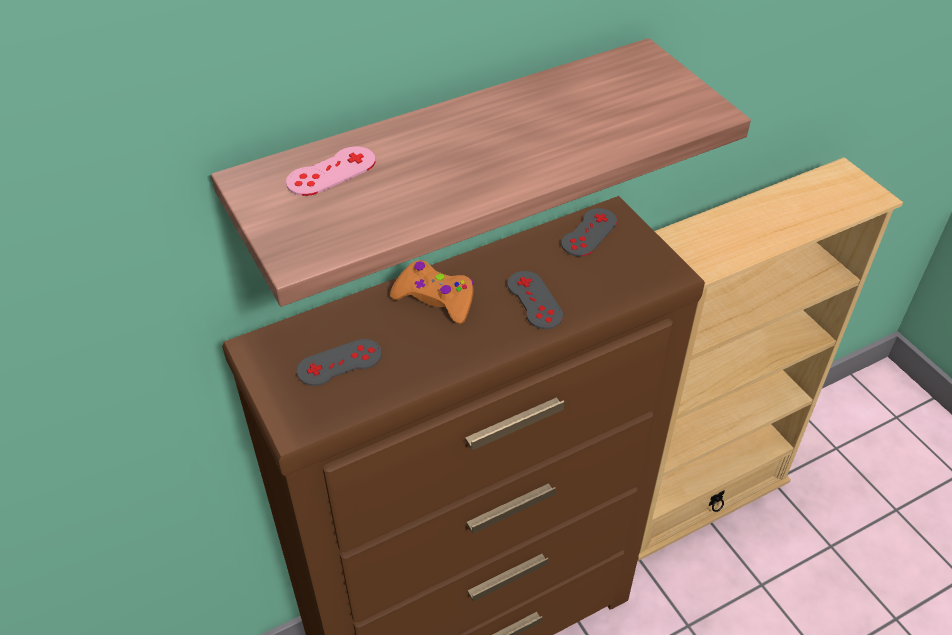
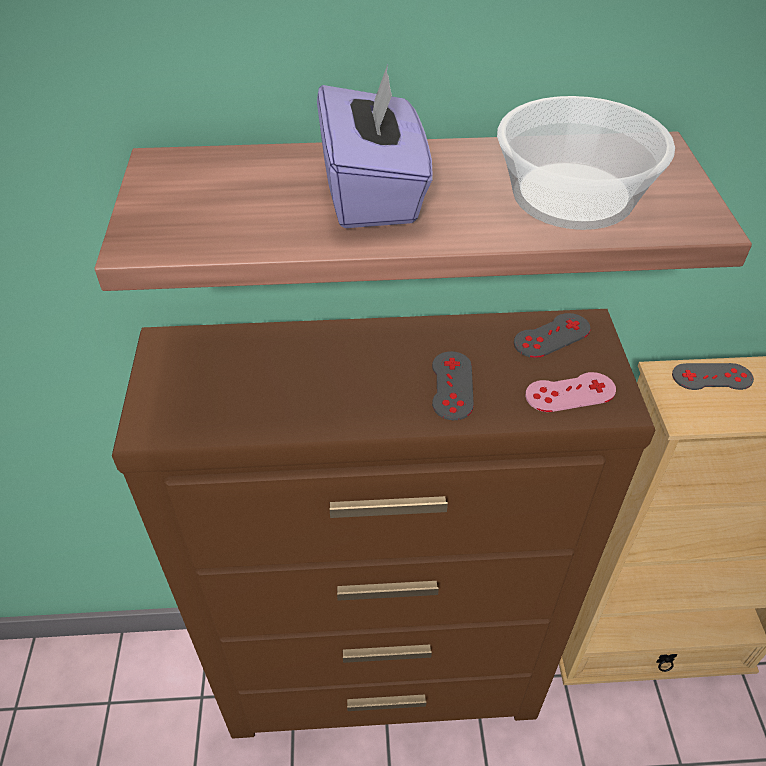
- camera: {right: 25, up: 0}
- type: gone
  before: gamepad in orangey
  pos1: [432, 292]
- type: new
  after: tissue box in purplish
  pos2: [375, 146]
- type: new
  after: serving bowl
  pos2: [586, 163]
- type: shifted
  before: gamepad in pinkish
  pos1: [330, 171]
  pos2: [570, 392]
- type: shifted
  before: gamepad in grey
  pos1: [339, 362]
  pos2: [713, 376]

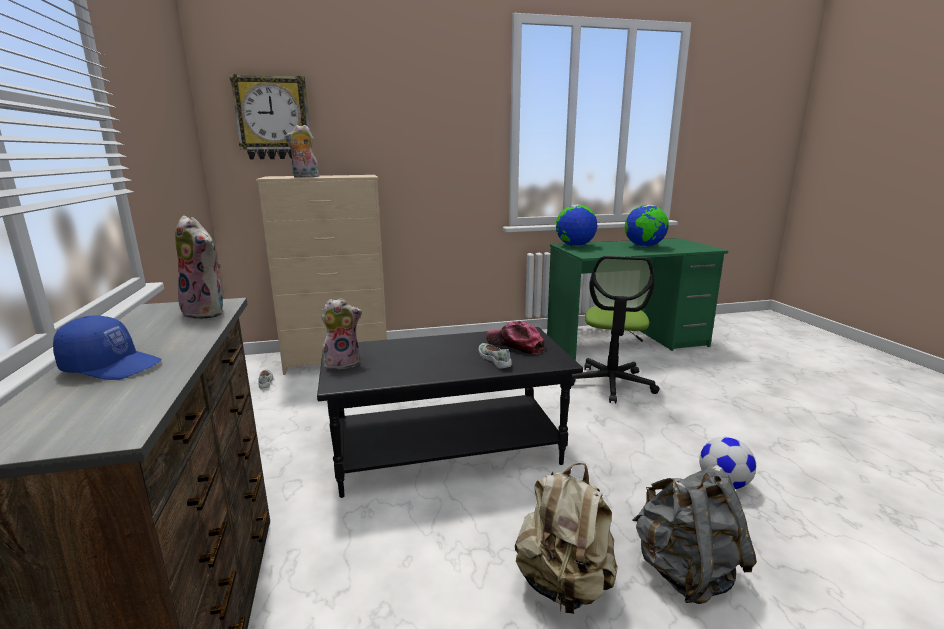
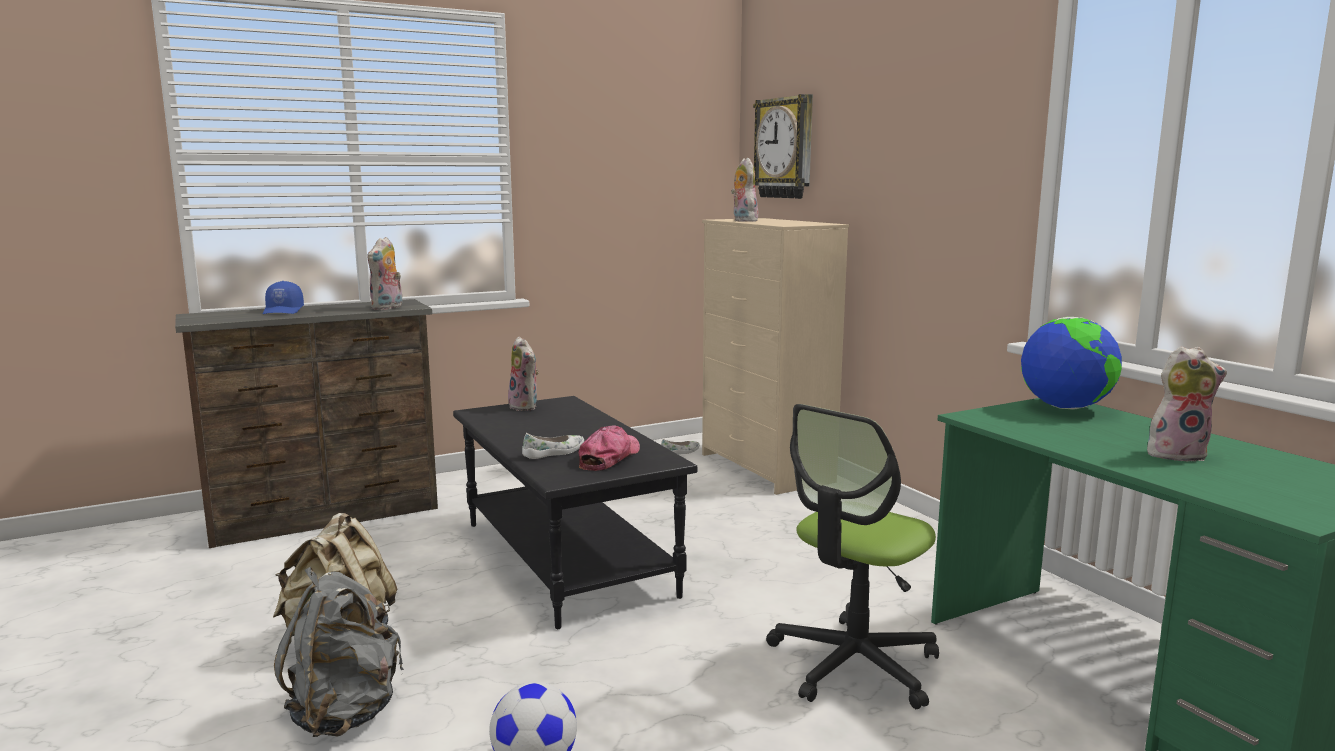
- camera: {right: 75, up: -5}
- type: swapped
  before: globe
  after: plush toy
  pos1: [647, 226]
  pos2: [1187, 404]
- type: rotated
  before: desk chair
  pos1: [615, 329]
  pos2: [852, 556]
  turn: -45

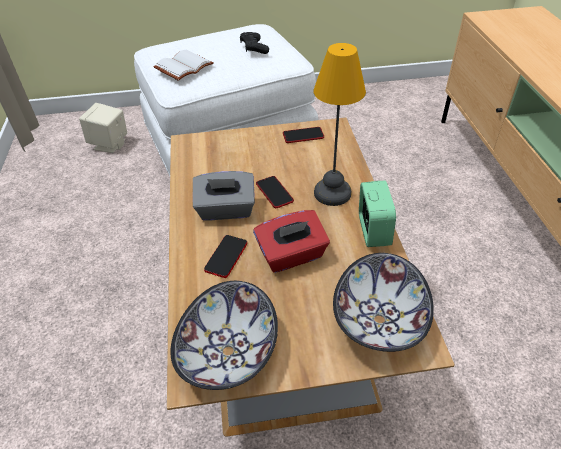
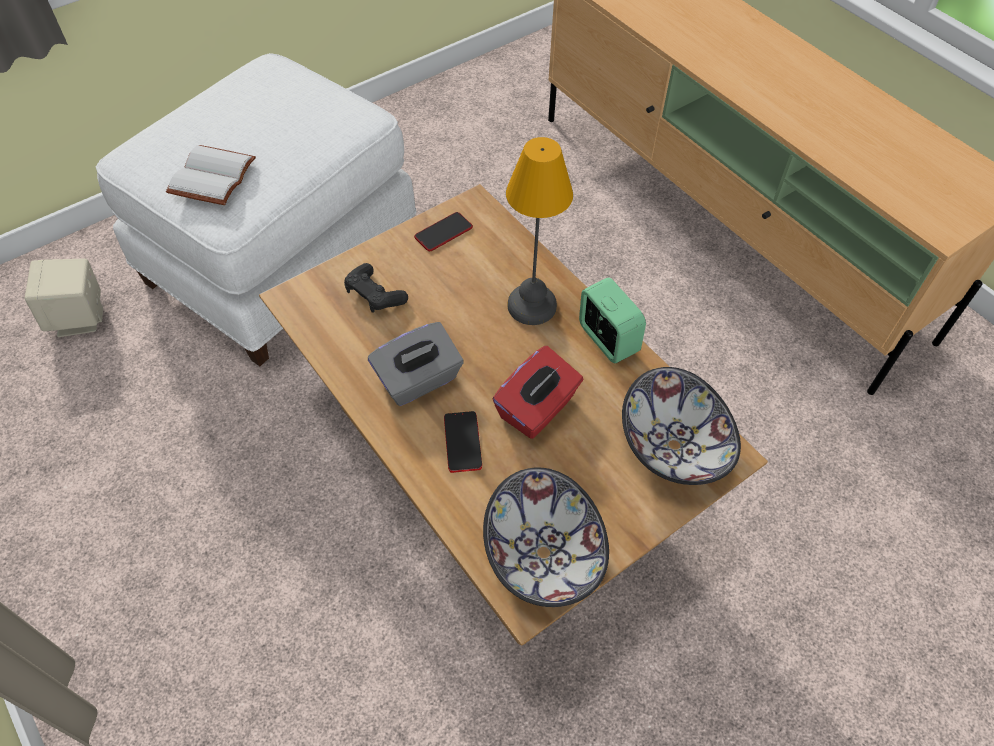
- camera: {right: -30, up: 10}
- type: gone
  before: telephone
  pos1: [275, 192]
- type: shifted
  before: gamepad in black-coloured
  pos1: [254, 43]
  pos2: [376, 288]

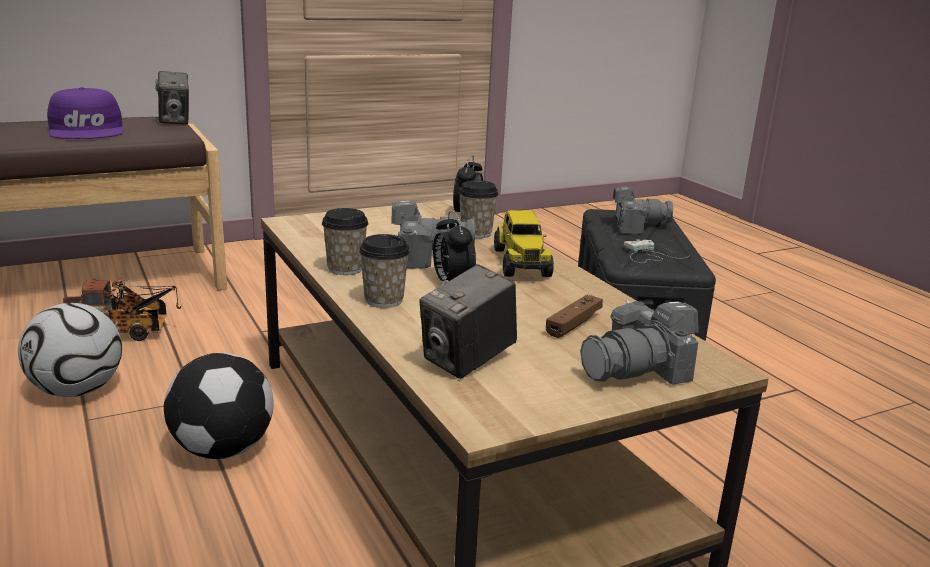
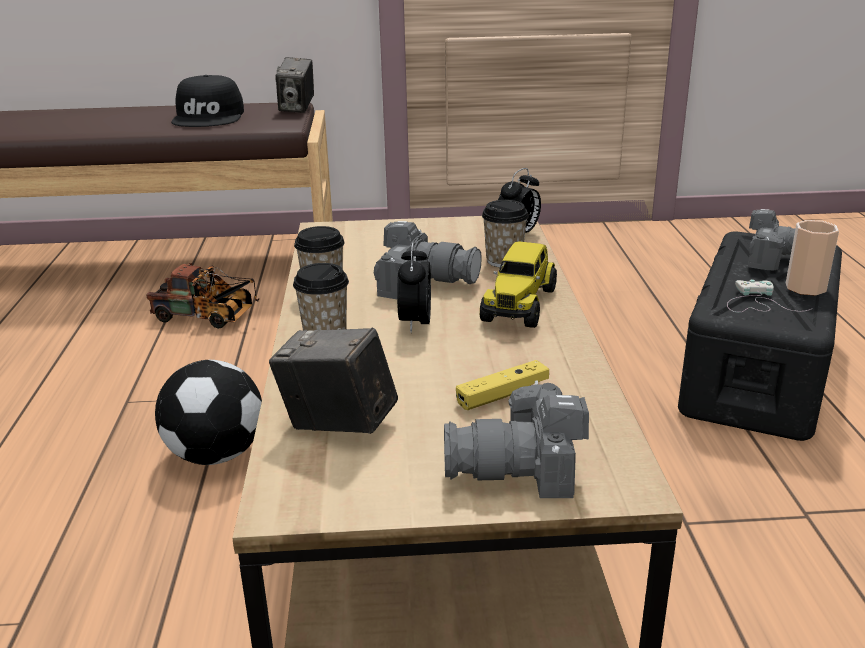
- camera: {right: 25, up: 5}
- type: gone
  before: football ball
  pos1: [70, 350]
- type: new
  after: drinking cup
  pos2: [812, 258]
- type: repainted
  before: cap in purplish
  after: cap in black-coloured
  pos1: [85, 113]
  pos2: [207, 101]
- type: repainted
  before: gamepad in brown-coloured
  after: gamepad in yellowish
  pos1: [574, 316]
  pos2: [502, 385]
- type: rotated
  before: still camera
  pos1: [468, 321]
  pos2: [333, 380]
  turn: 45

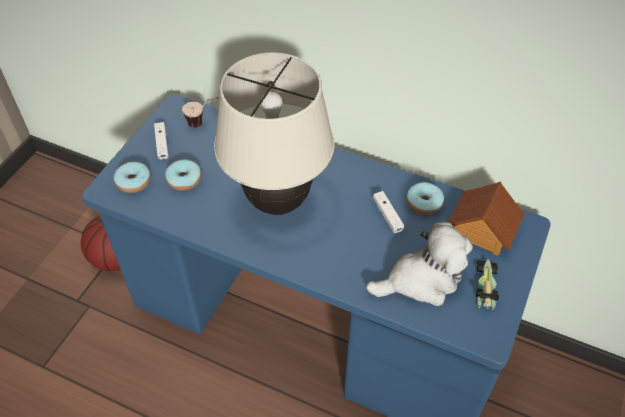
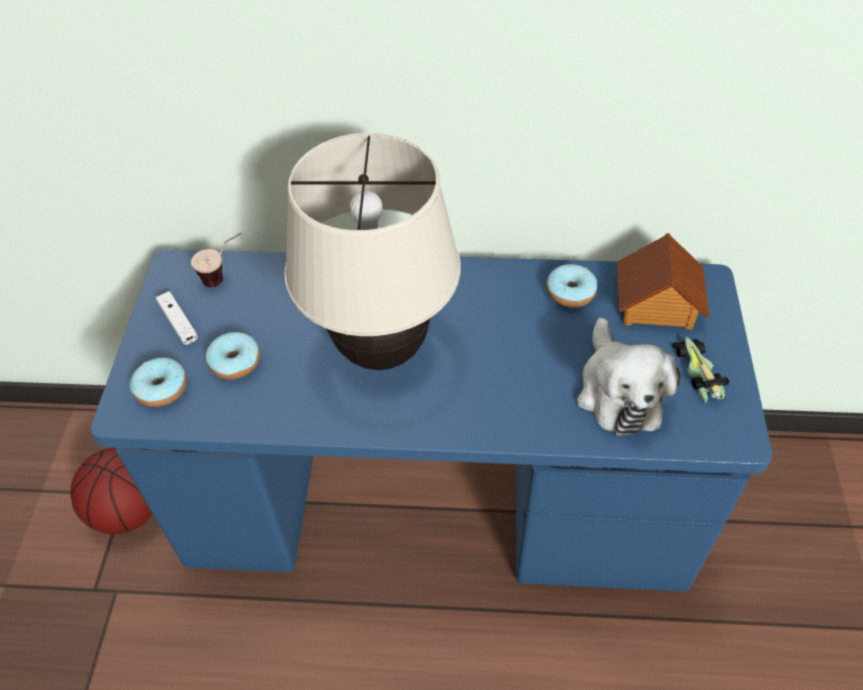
- camera: {right: -20, up: 0}
- type: gone
  before: gamepad in white
  pos1: [388, 212]
- type: rotated
  before: plush toy
  pos1: [419, 264]
  pos2: [628, 377]
  turn: 120

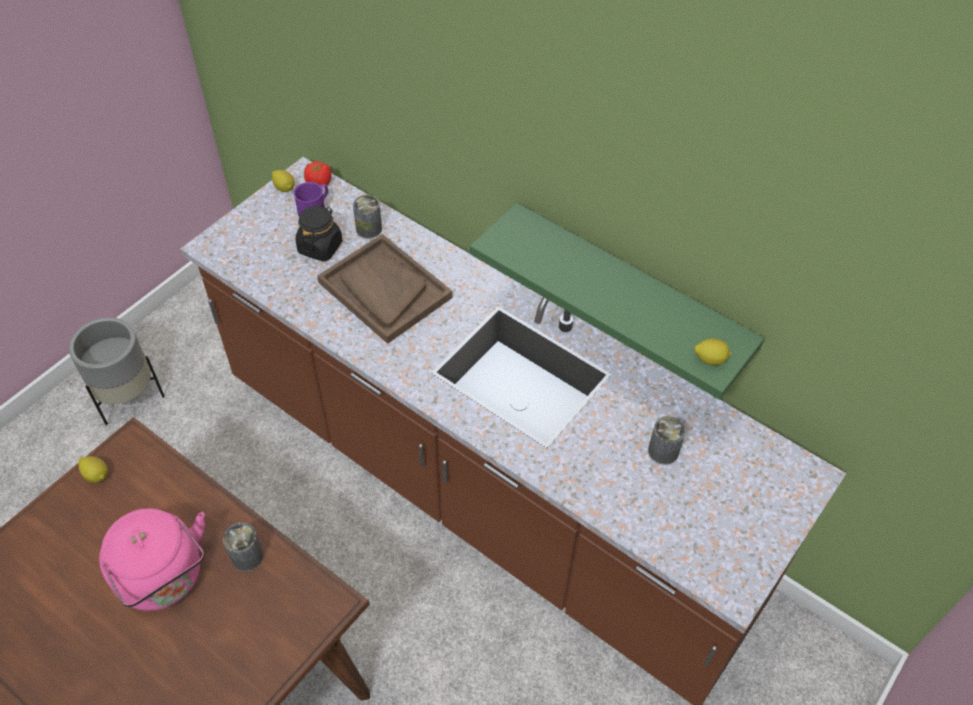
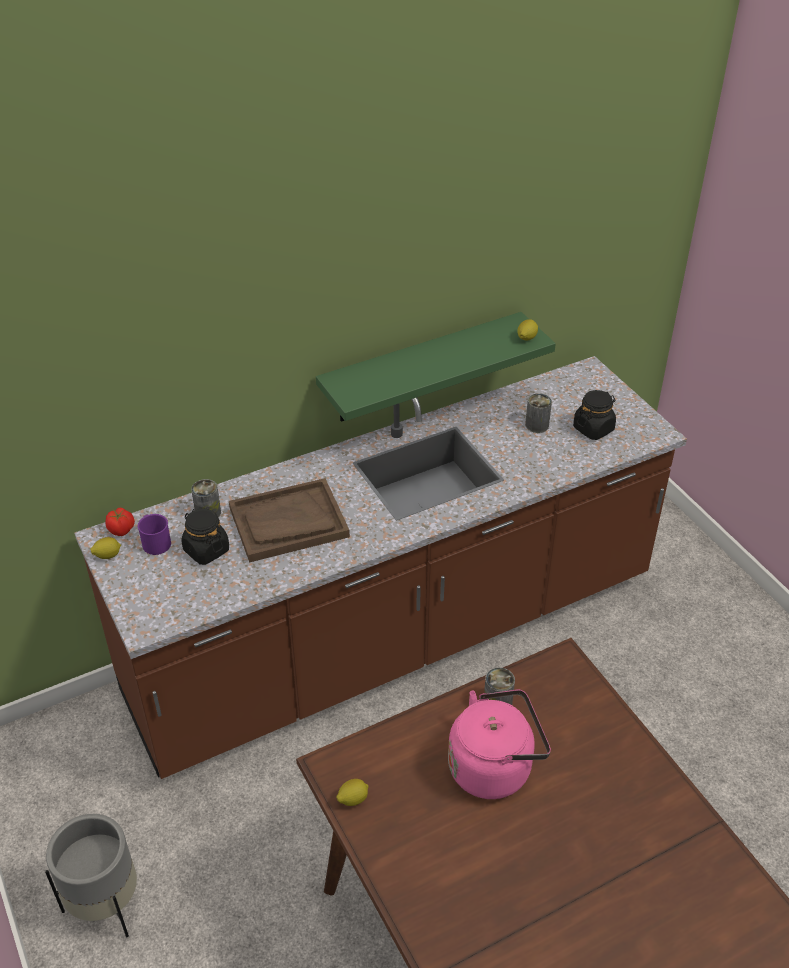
- camera: {right: -65, up: -10}
- type: new
  after: jar in black-coloured
  pos2: [594, 415]

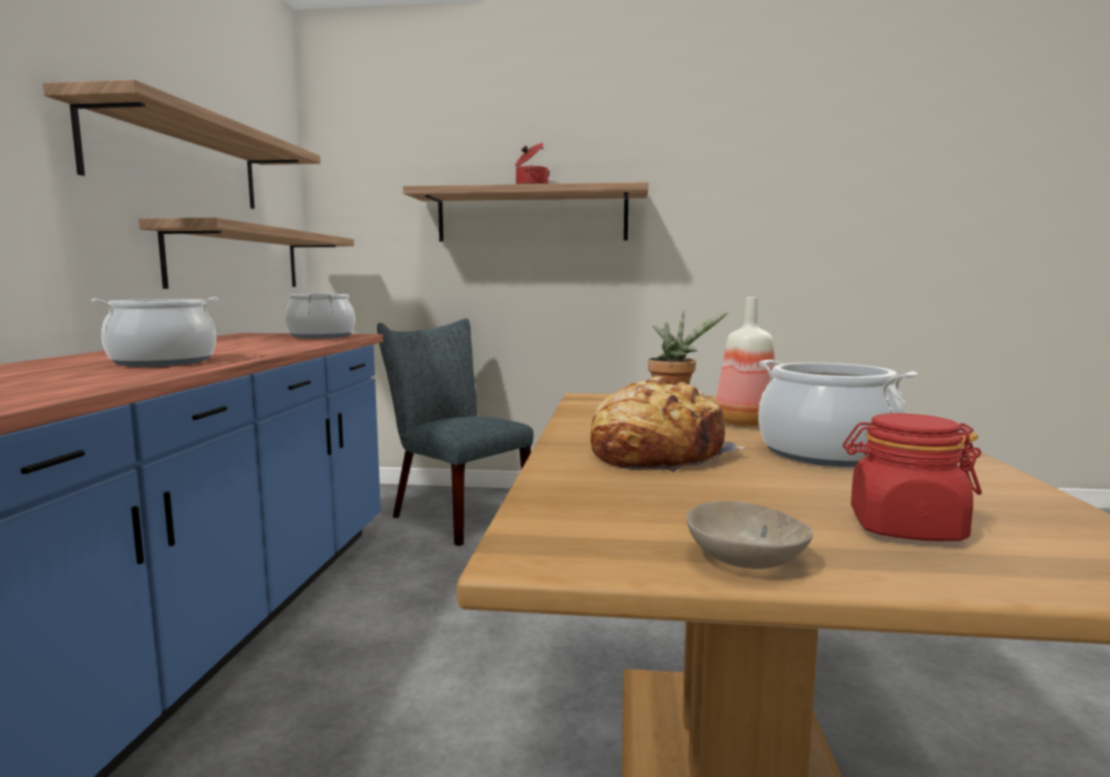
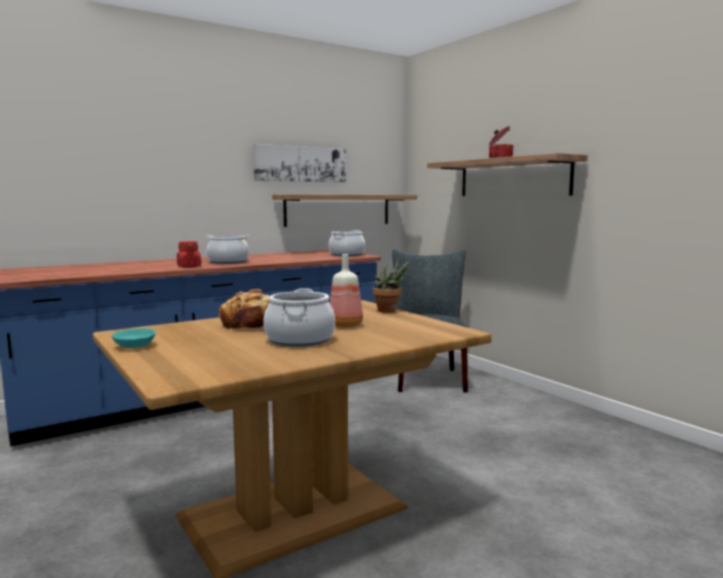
- camera: {right: 50, up: 0}
- type: shifted
  before: jar in red-coloured
  pos1: [912, 477]
  pos2: [189, 254]
- type: swapped
  before: wall shelf
  after: wall art
  pos1: [181, 144]
  pos2: [299, 163]
- type: repainted
  before: serving bowl in beige-coloured
  after: serving bowl in blue-green
  pos1: [749, 535]
  pos2: [134, 338]

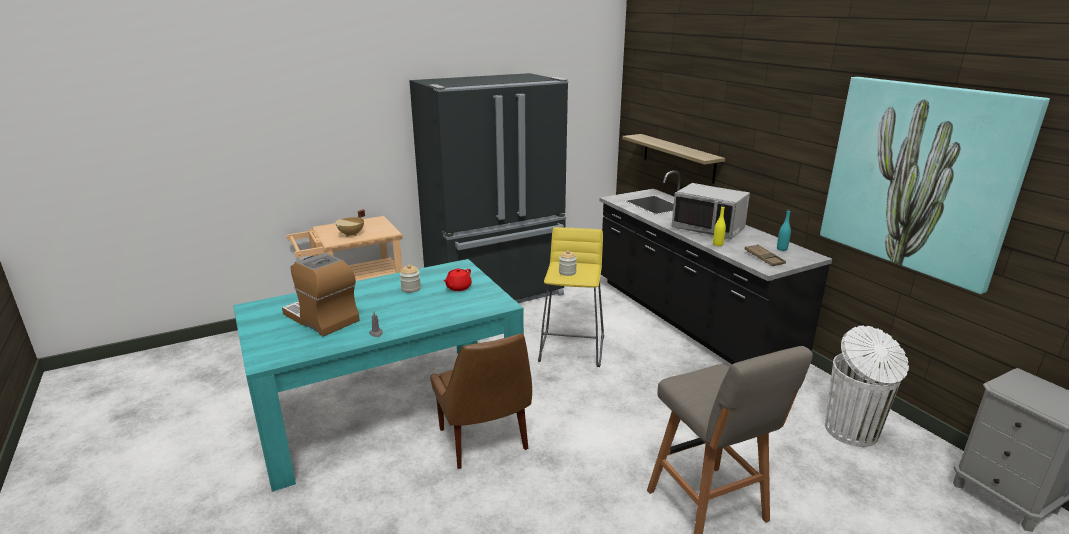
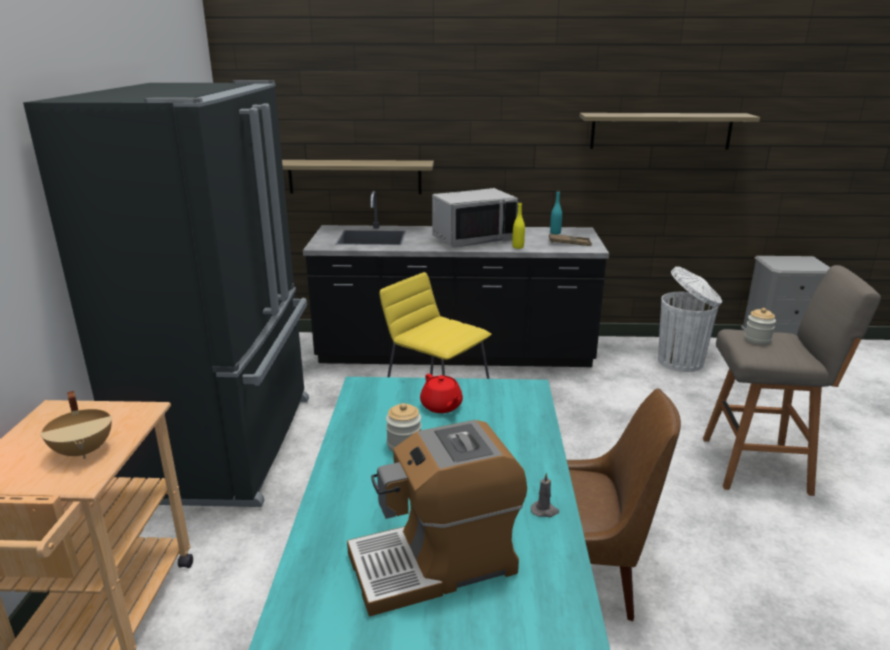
- camera: {right: -60, up: 0}
- type: shifted
  before: jar
  pos1: [568, 263]
  pos2: [760, 326]
- type: swapped
  before: wall art
  after: wall shelf
  pos1: [935, 185]
  pos2: [670, 131]

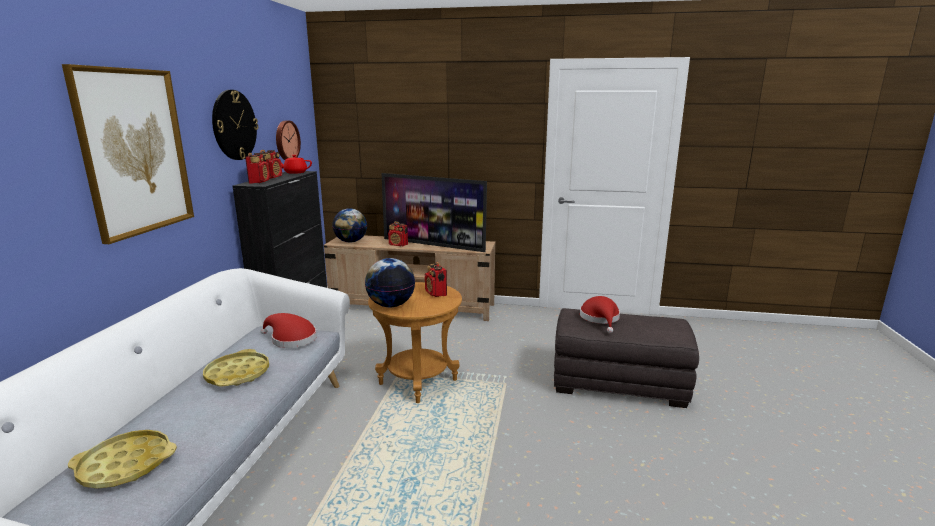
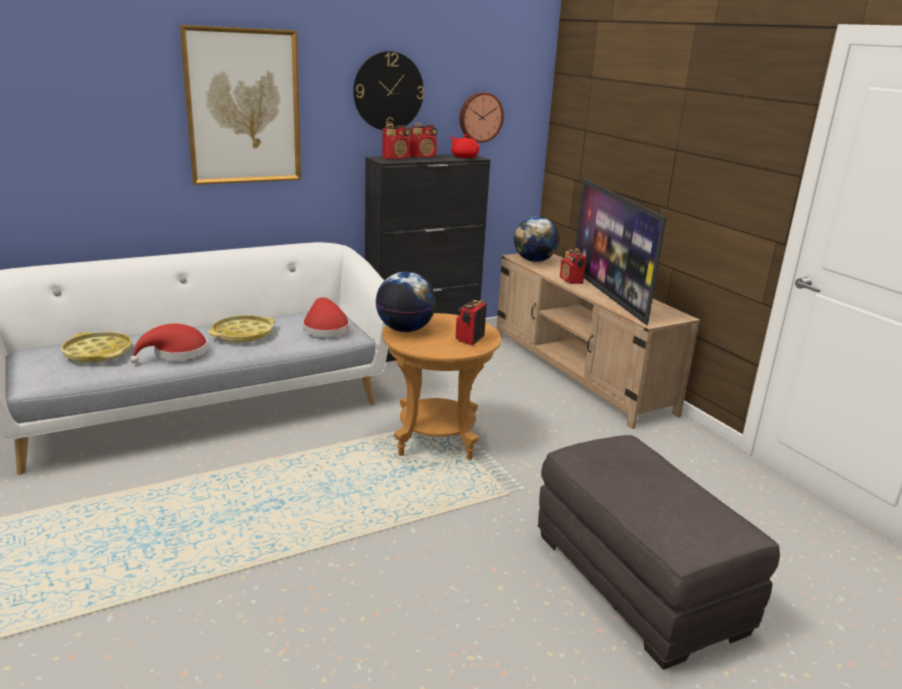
- camera: {right: 50, up: 5}
- type: shifted
  before: hat in red-coloured
  pos1: [600, 314]
  pos2: [169, 343]

